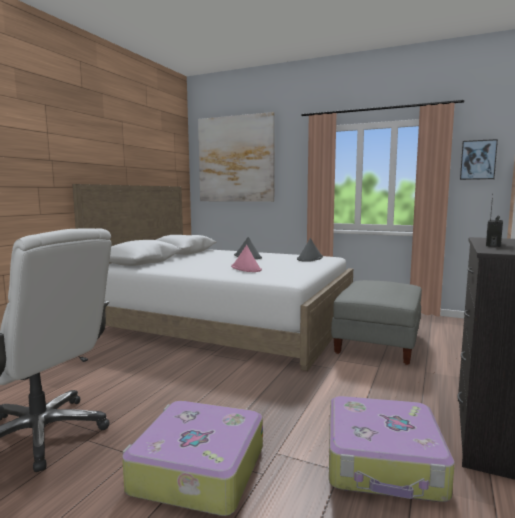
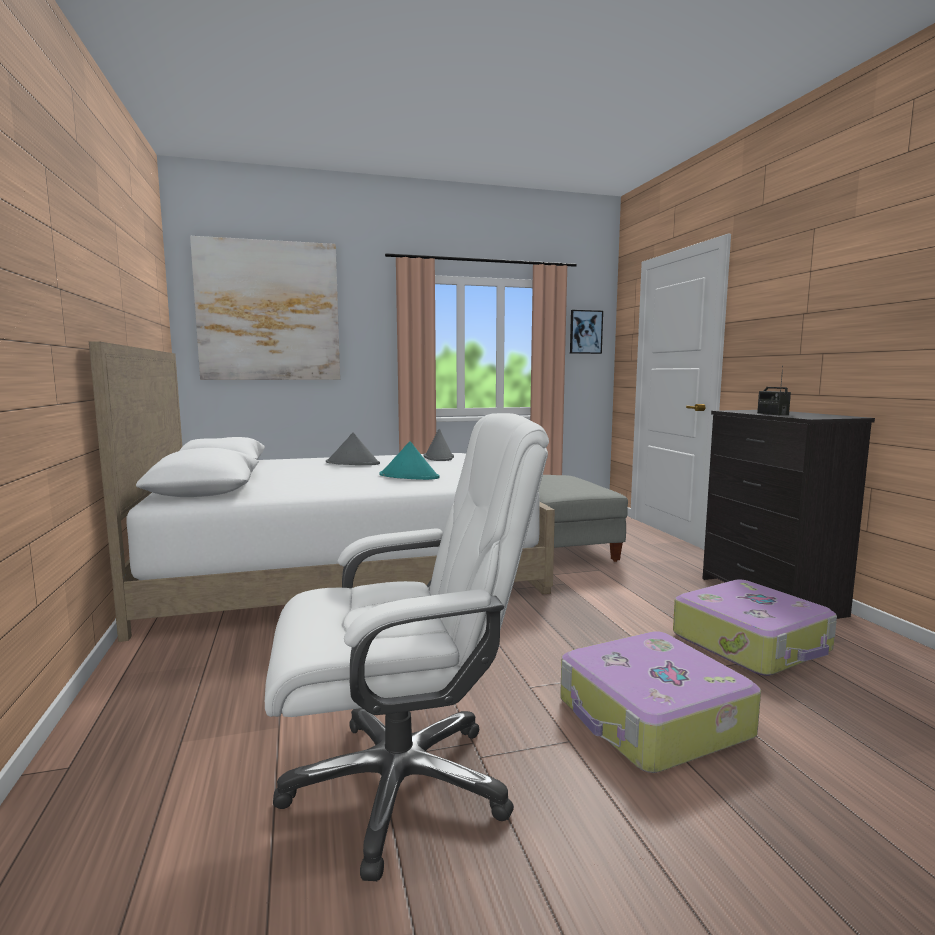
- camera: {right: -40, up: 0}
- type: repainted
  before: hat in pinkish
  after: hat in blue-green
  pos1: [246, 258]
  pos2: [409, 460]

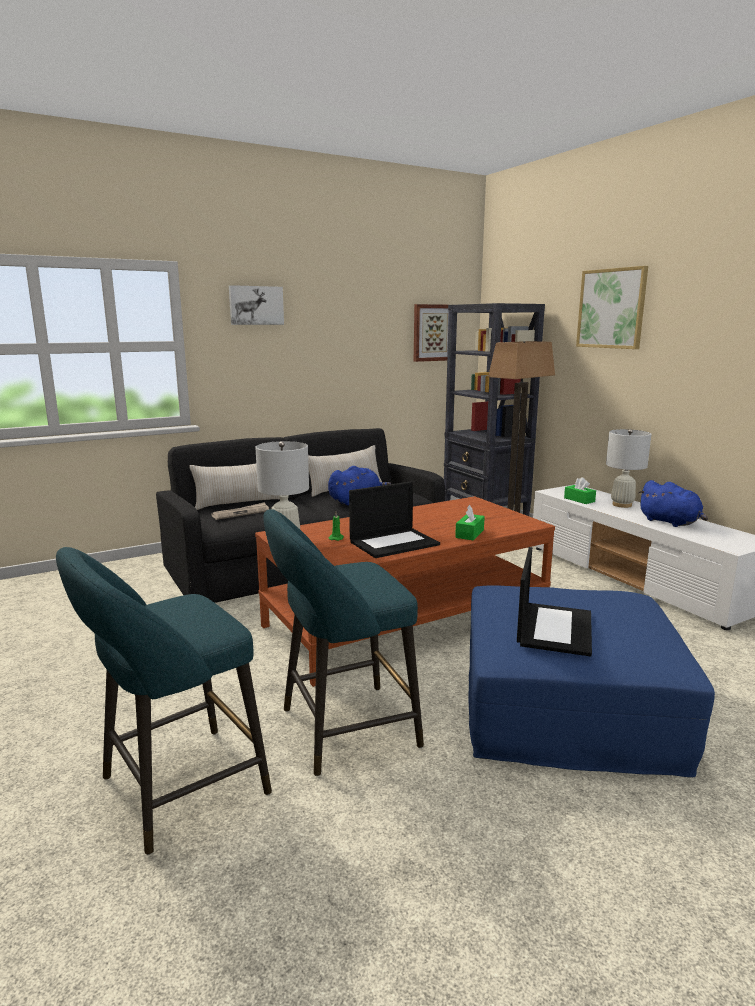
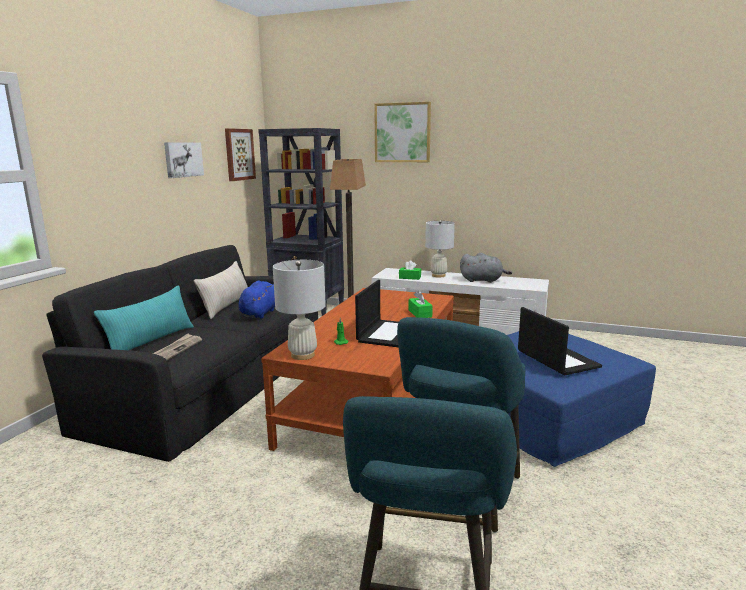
- camera: {right: -40, up: 0}
- type: shifted
  before: wall art
  pos1: [256, 305]
  pos2: [184, 160]
- type: repainted
  before: cushion in beige-coloured
  after: cushion in blue-green
  pos1: [234, 487]
  pos2: [144, 317]
- type: repainted
  before: plush toy in blue
  after: plush toy in grey
  pos1: [673, 503]
  pos2: [486, 268]

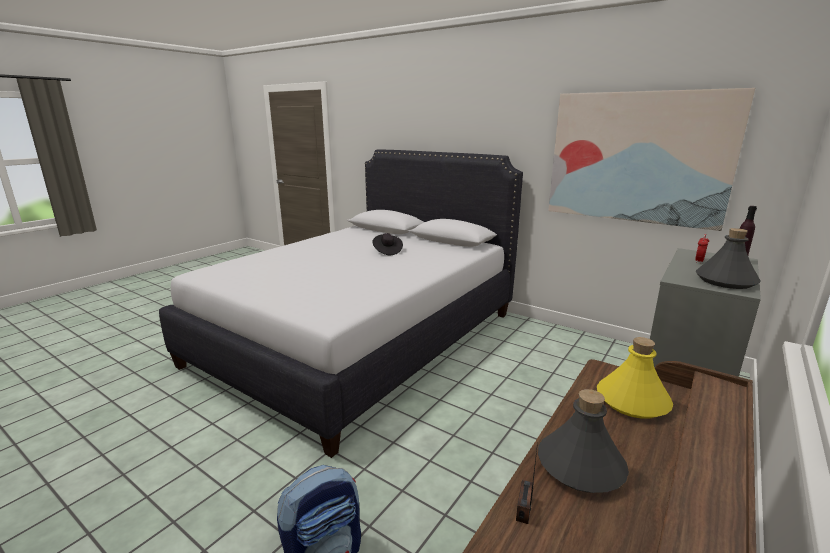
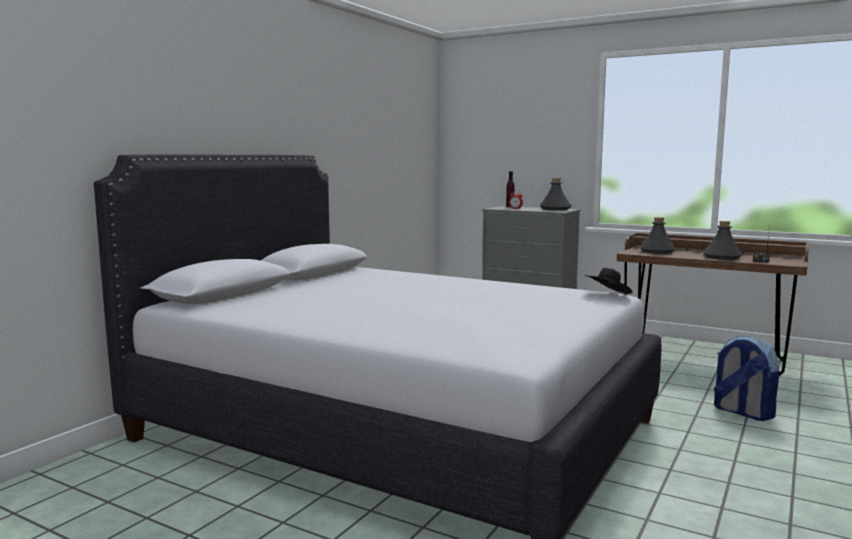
- camera: {right: -95, up: -10}
- type: gone
  before: wall art
  pos1: [651, 159]
- type: shifted
  before: hat in black-coloured
  pos1: [387, 244]
  pos2: [609, 281]
- type: repainted
  before: beverage bottle in yellowish
  after: beverage bottle in grey
  pos1: [635, 378]
  pos2: [657, 235]

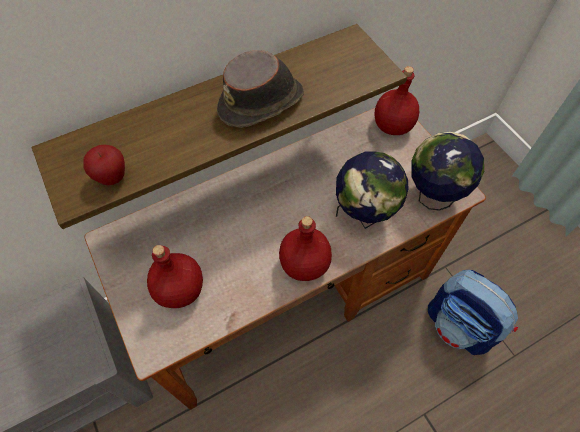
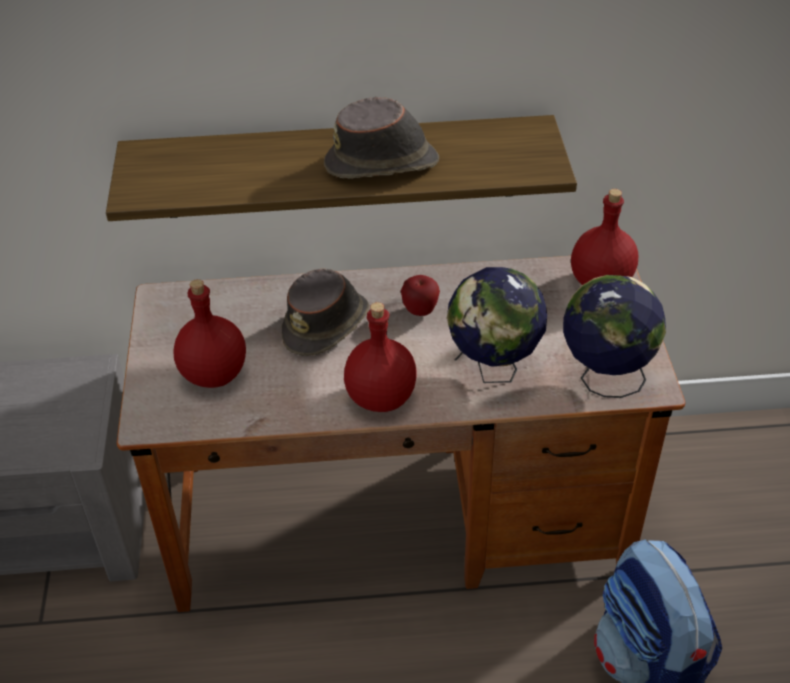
- camera: {right: 25, up: -15}
- type: new
  after: hat in brown-coloured
  pos2: [325, 312]
- type: shifted
  before: apple fruit
  pos1: [104, 165]
  pos2: [420, 295]

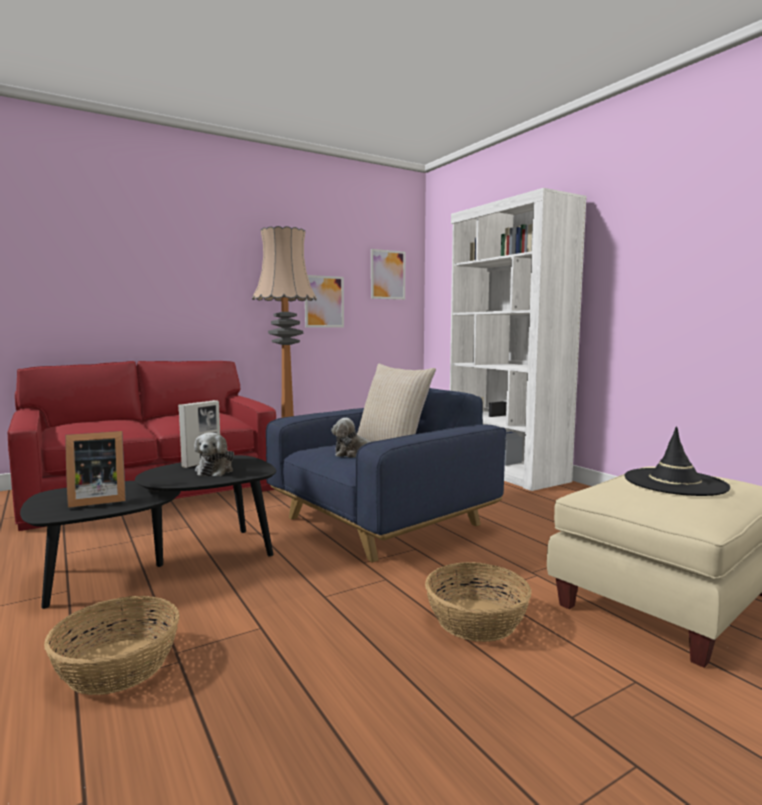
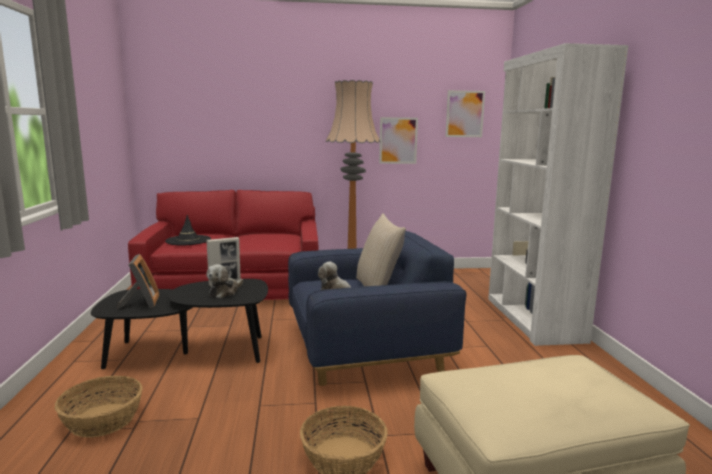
- camera: {right: 25, up: 5}
- type: shifted
  before: hat in black-coloured
  pos1: [677, 461]
  pos2: [188, 230]
- type: rotated
  before: picture frame
  pos1: [95, 469]
  pos2: [138, 281]
  turn: -105

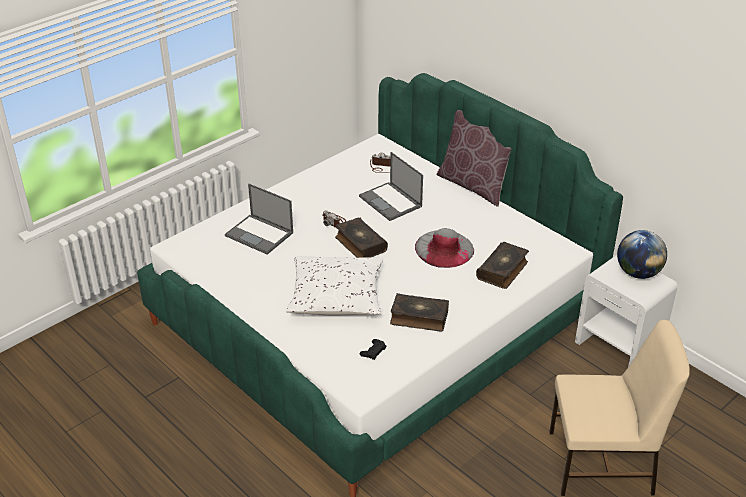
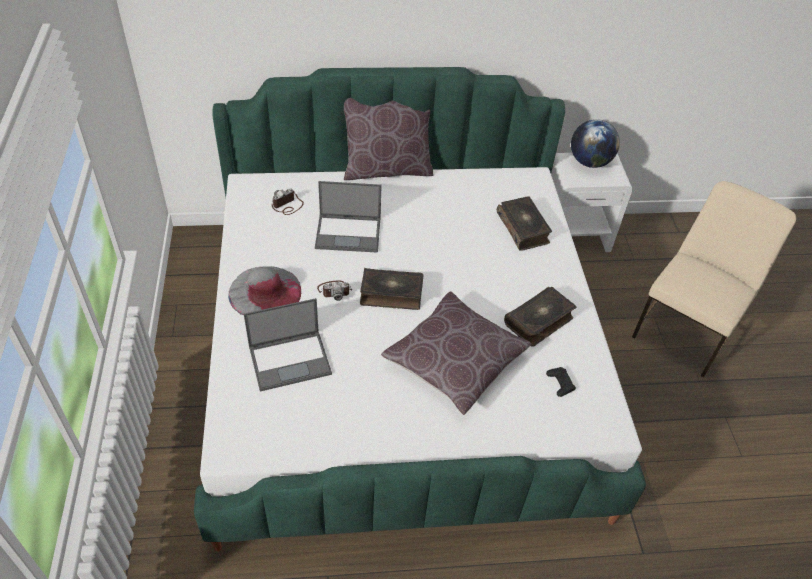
- camera: {right: -55, up: 10}
- type: shifted
  before: hat in grey
  pos1: [444, 248]
  pos2: [264, 290]
- type: repainted
  before: cushion in white
  after: cushion in brown-coloured
  pos1: [334, 286]
  pos2: [456, 353]

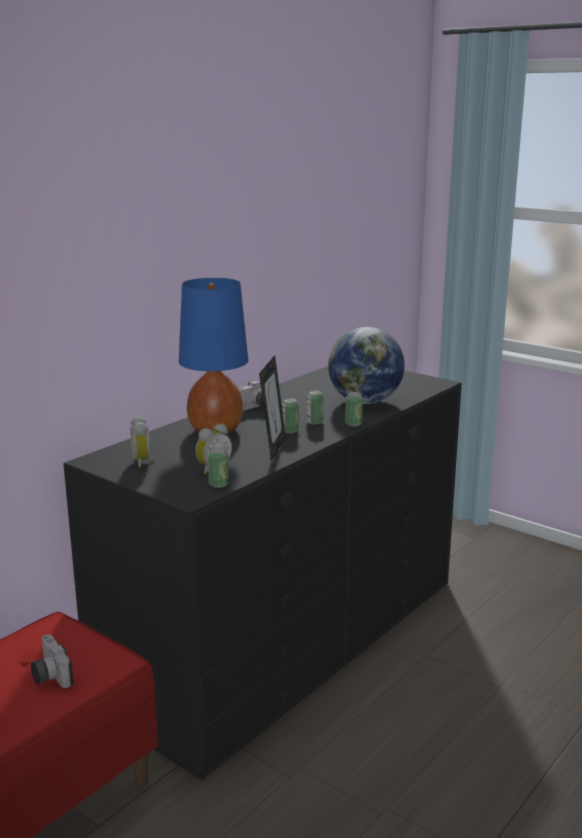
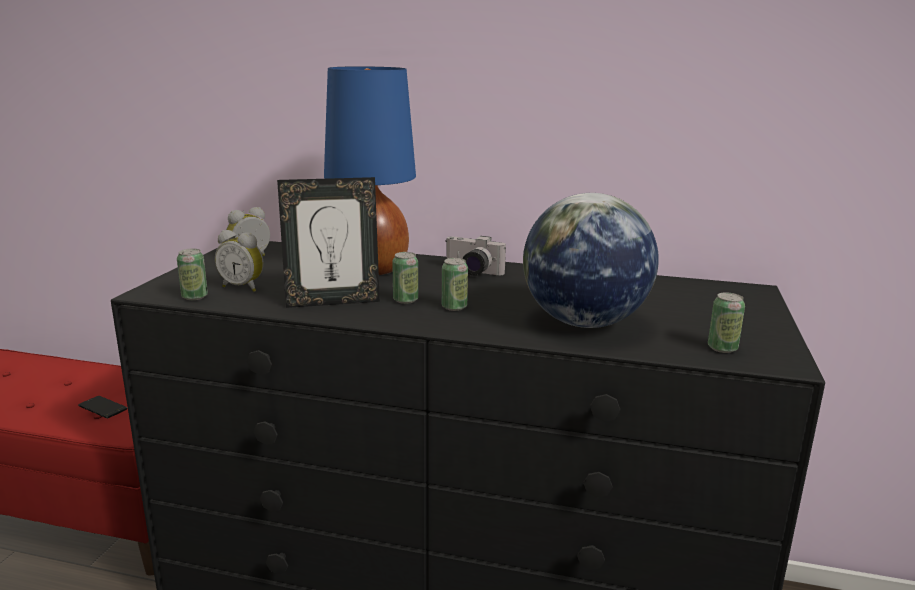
- camera: {right: 65, up: 0}
- type: shifted
  before: sealed can
  pos1: [354, 409]
  pos2: [726, 323]
- type: swapped
  before: still camera
  after: telephone
  pos1: [52, 661]
  pos2: [102, 407]

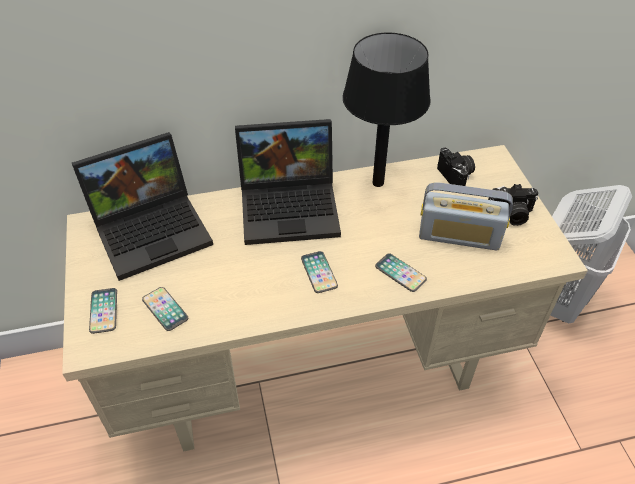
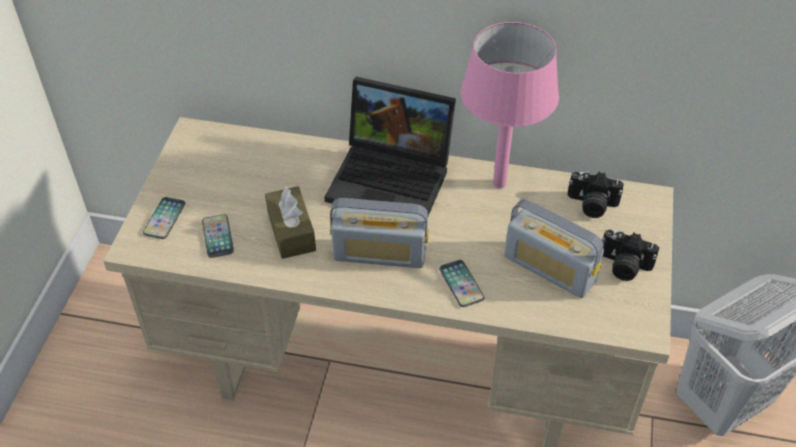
- camera: {right: 25, up: 0}
- type: gone
  before: portable computer
  pos1: [142, 206]
- type: new
  after: tissue box in brown-coloured
  pos2: [290, 222]
- type: swapped
  before: telephone
  after: radio receiver
  pos1: [319, 272]
  pos2: [379, 233]
- type: repainted
  before: table lamp in black-coloured
  after: table lamp in pinkish
  pos1: [386, 110]
  pos2: [510, 105]
- type: rotated
  before: still camera
  pos1: [456, 166]
  pos2: [595, 194]
  turn: 105

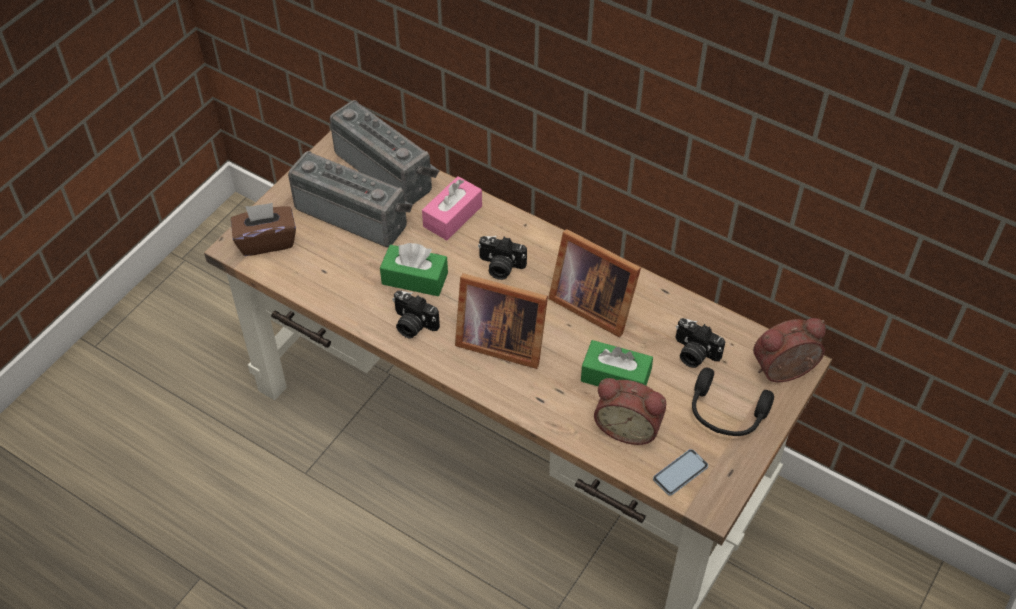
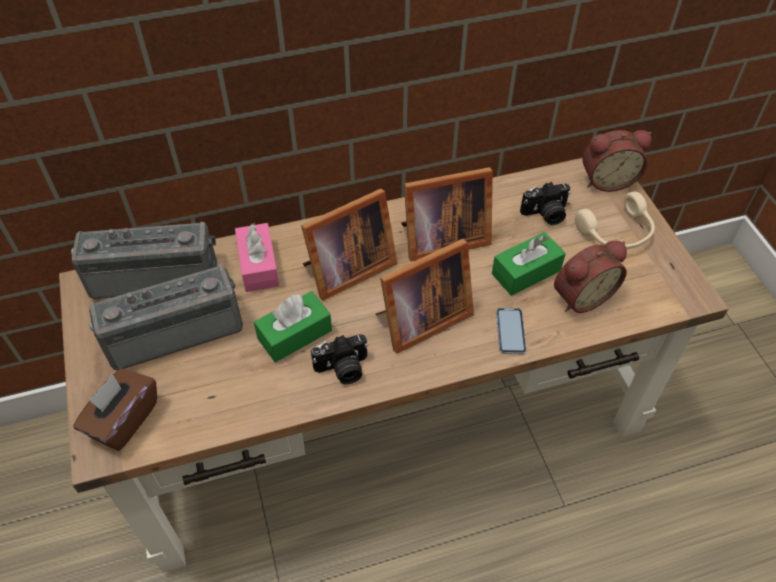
- camera: {right: -50, up: 0}
- type: shifted
  before: telephone
  pos1: [680, 472]
  pos2: [511, 331]
- type: swapped
  before: still camera
  after: picture frame
  pos1: [502, 258]
  pos2: [349, 245]
- type: repainted
  before: headphones in black-coloured
  after: headphones in beige-coloured
  pos1: [733, 402]
  pos2: [615, 220]
- type: rotated
  before: table clock
  pos1: [789, 350]
  pos2: [616, 161]
  turn: -120

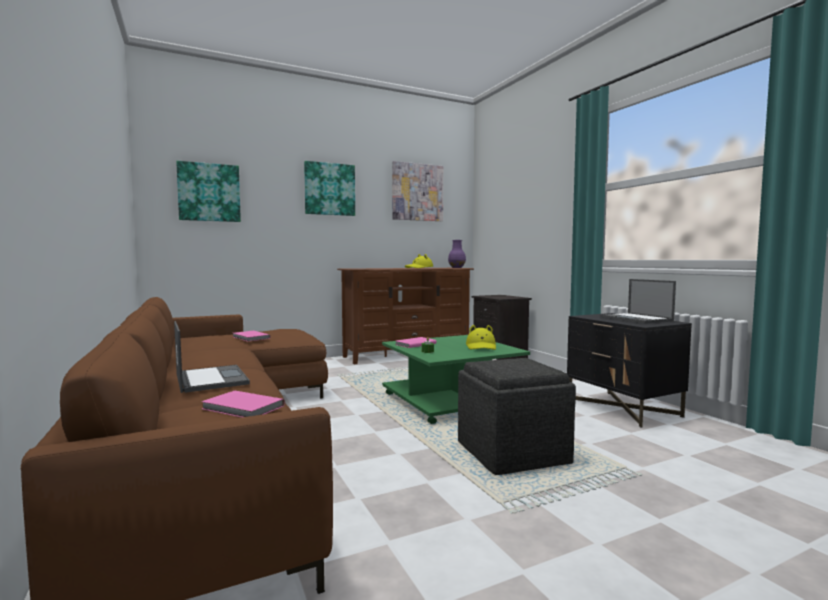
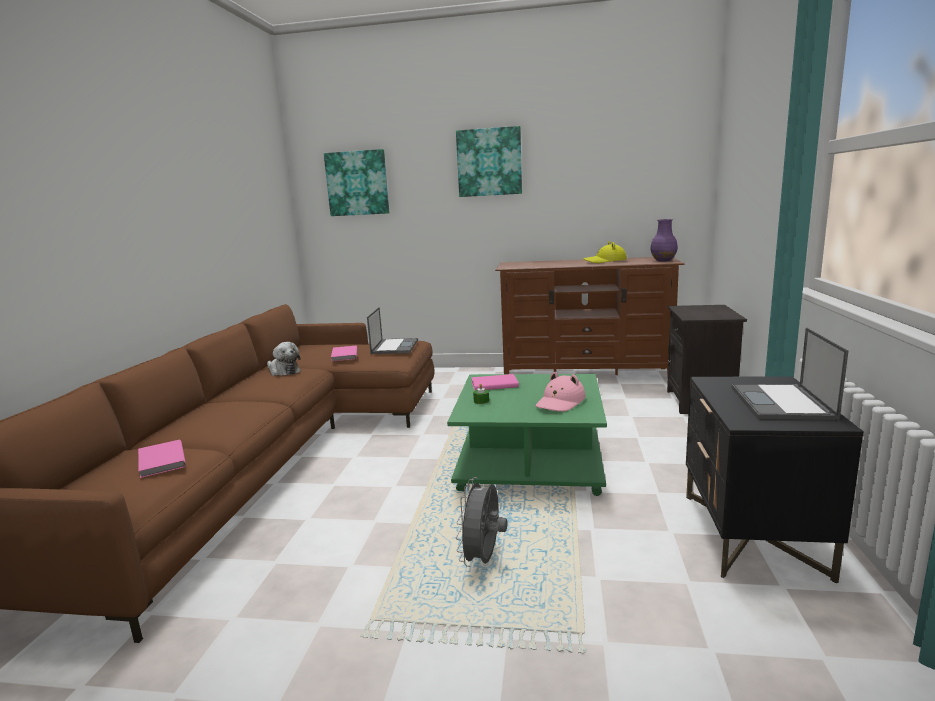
- camera: {right: 35, up: 10}
- type: gone
  before: wall art
  pos1: [417, 191]
- type: new
  after: plush toy
  pos2: [284, 359]
- type: shifted
  before: portable computer
  pos1: [212, 357]
  pos2: [392, 330]
- type: swapped
  before: ottoman in grey
  after: electric fan in grey
  pos1: [517, 416]
  pos2: [482, 522]
- type: repainted
  before: hat in yellowish
  after: hat in pinkish
  pos1: [481, 337]
  pos2: [560, 391]

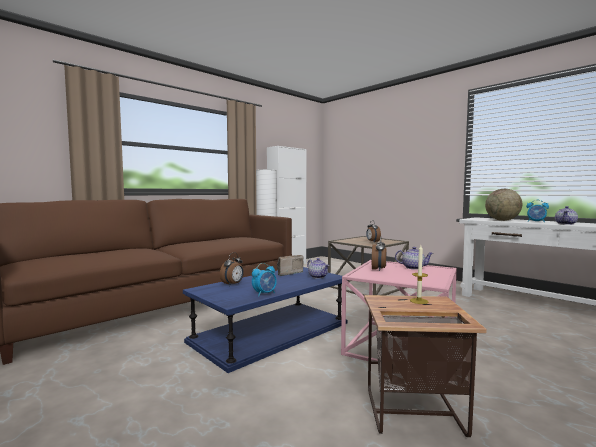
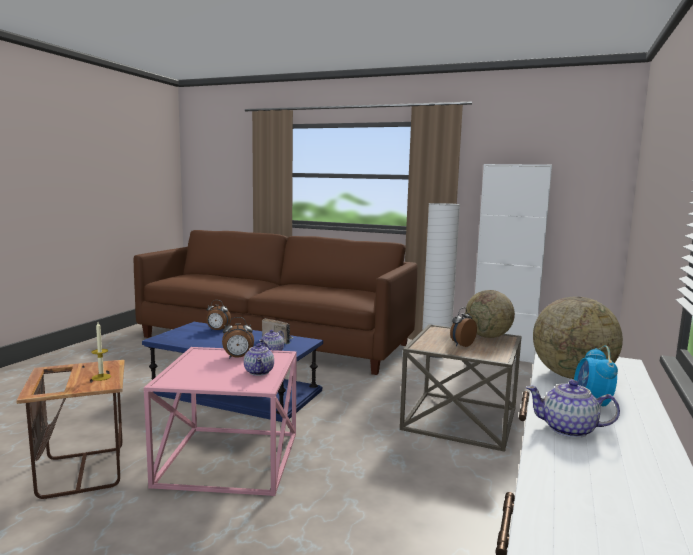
- camera: {right: 65, up: 5}
- type: gone
  before: table clock
  pos1: [264, 280]
- type: new
  after: globe
  pos2: [490, 314]

